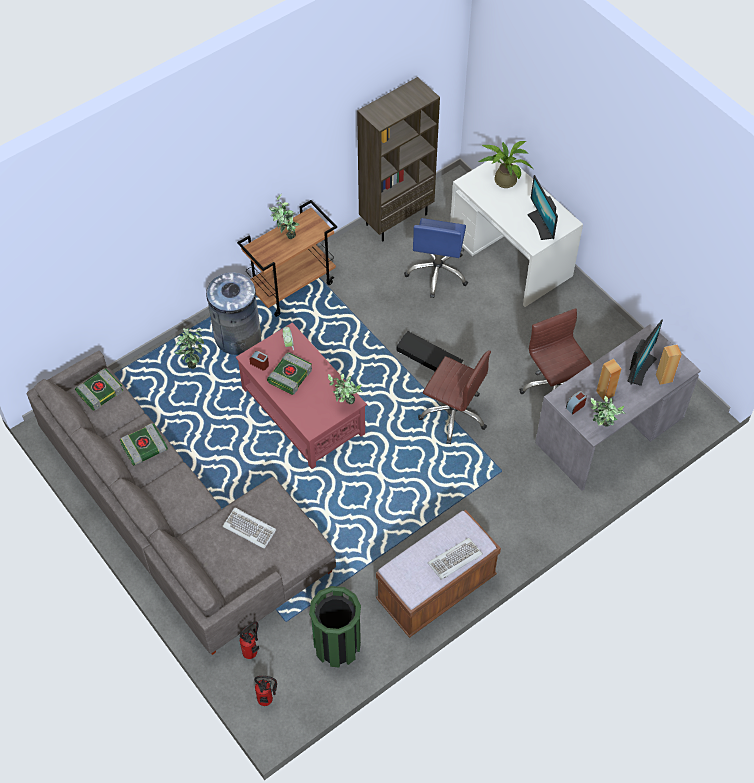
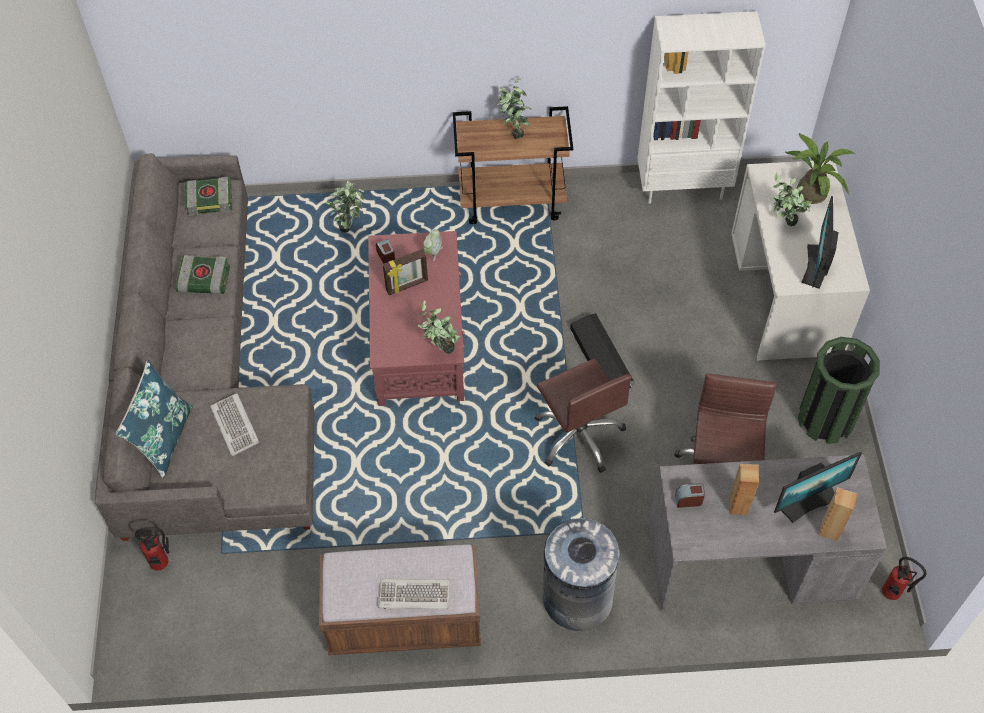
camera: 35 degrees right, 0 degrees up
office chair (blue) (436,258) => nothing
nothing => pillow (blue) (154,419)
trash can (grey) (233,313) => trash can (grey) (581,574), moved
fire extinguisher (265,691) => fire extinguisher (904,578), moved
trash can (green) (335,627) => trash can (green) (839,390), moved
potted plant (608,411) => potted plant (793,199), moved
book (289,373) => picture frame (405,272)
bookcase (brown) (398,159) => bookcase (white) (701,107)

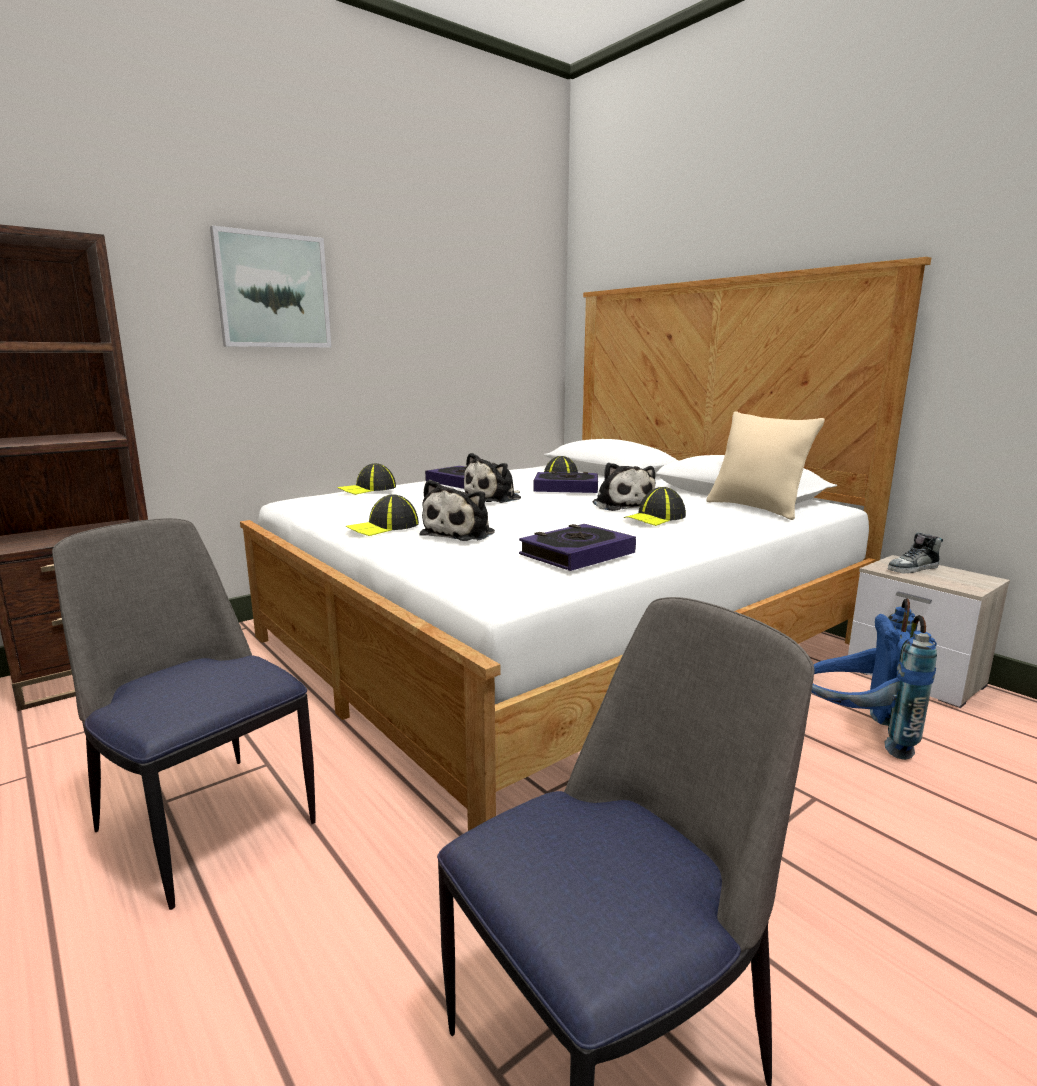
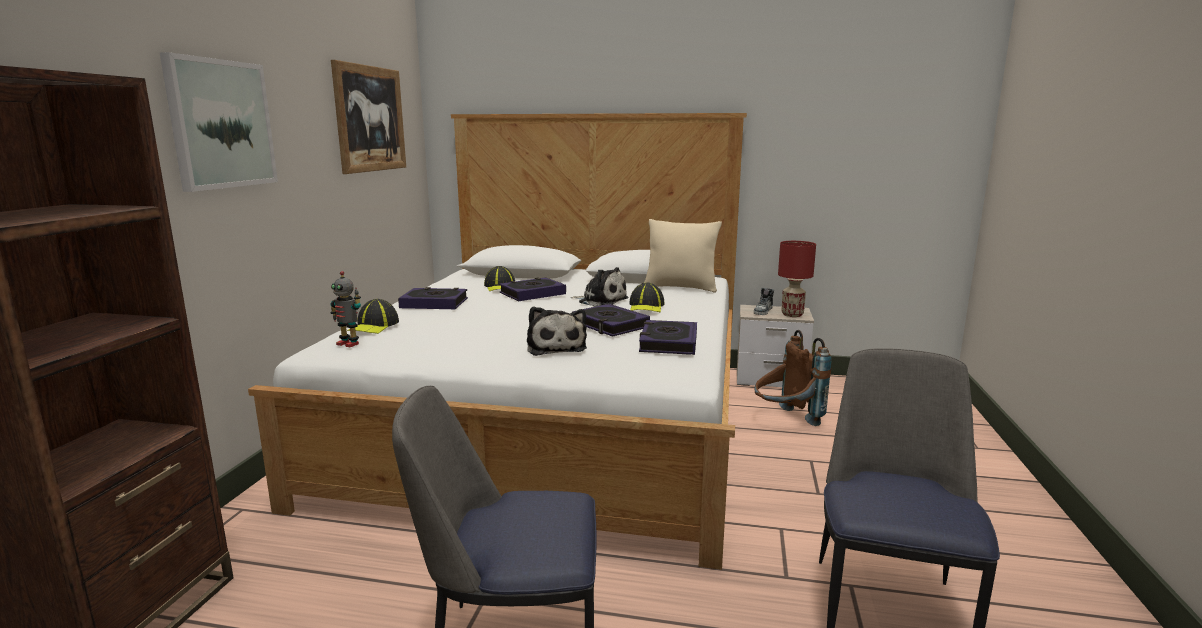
camera: 40 degrees left, 0 degrees up
cap (382,515) => nothing
plush toy (492,478) => nothing
nothing => toy robot (345,309)
nothing => picture (368,117)
nothing => book (611,320)
nothing => table lamp (red) (797,279)
backpack (blue) (874,679) => backpack (brown) (793,378)

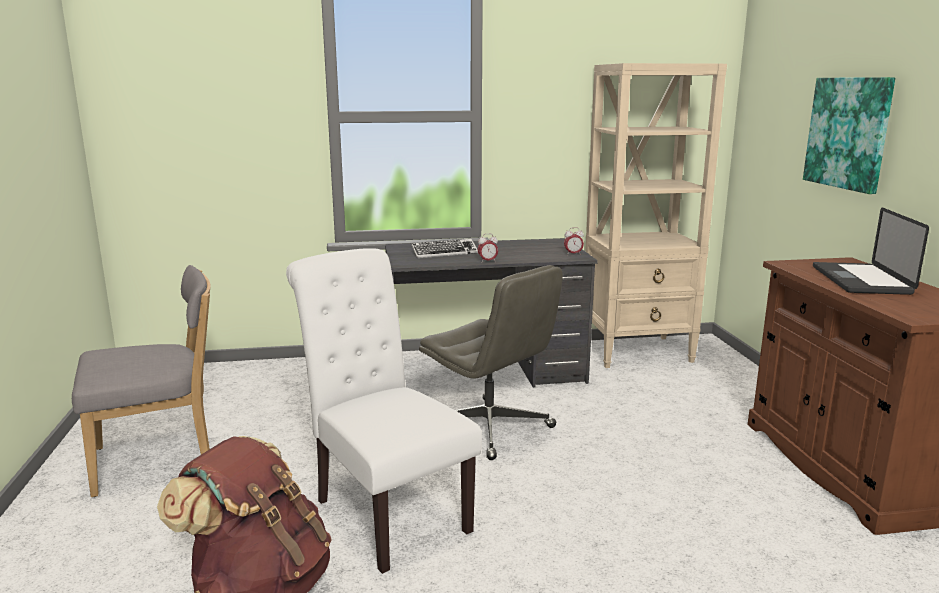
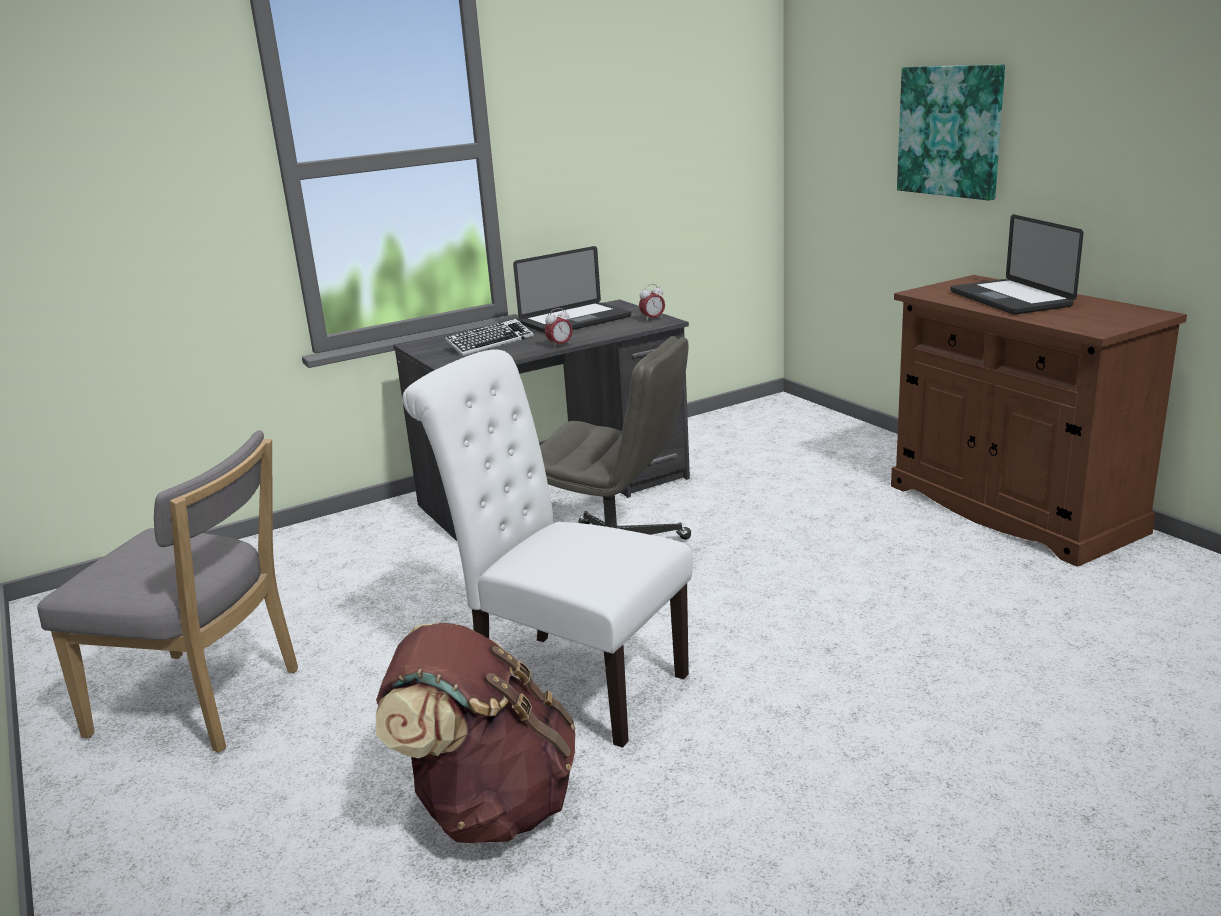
camera: 20 degrees left, 5 degrees up
bookcase (beige) (656,215) => nothing
nothing => laptop (572,289)
chair (grey) (141,381) => chair (grey) (167,591), 60 degrees clockwise

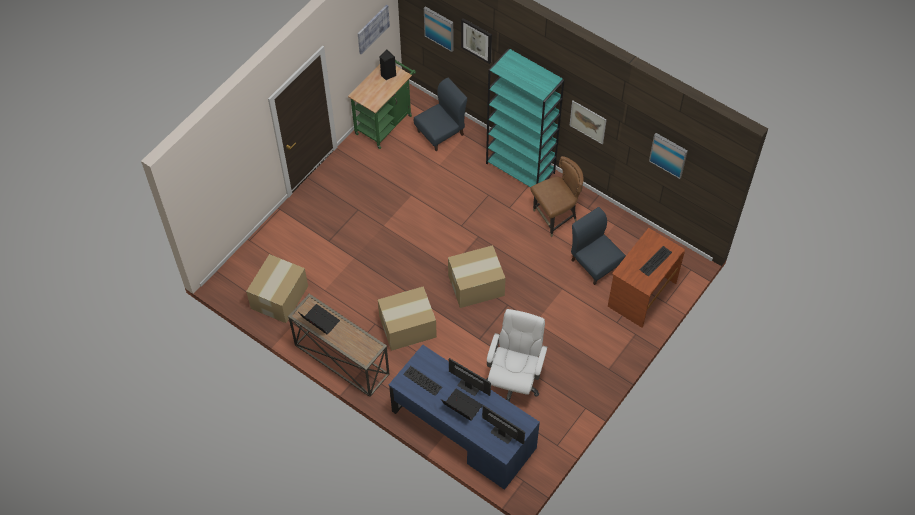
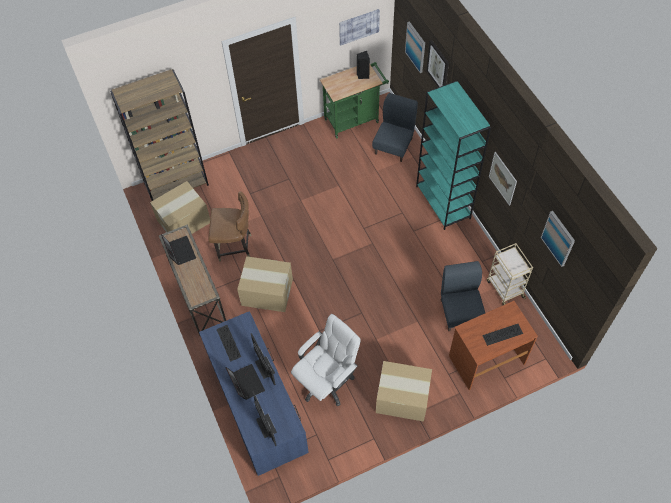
camera: 30 degrees right, 0 degrees up
nothing => bookcase (brown) (159,135)
nothing => cart (beige) (510,274)
cardboard box (477,276) => cardboard box (404,391), moved
chair (brown) (557,196) => chair (brown) (230,226), moved
chair (blue) (440,114) => chair (blue) (395,127), 60 degrees counterclockwise

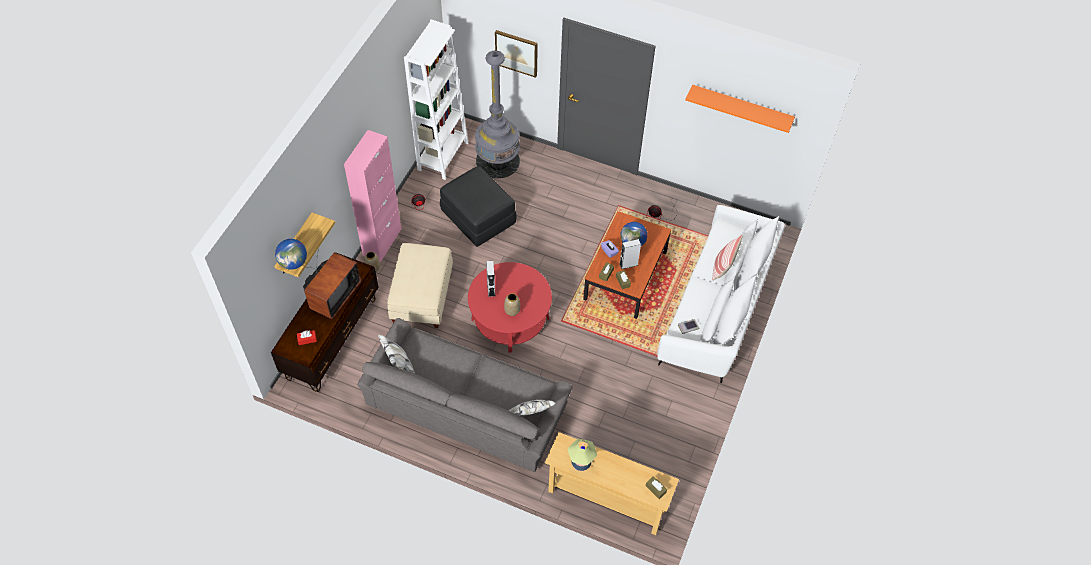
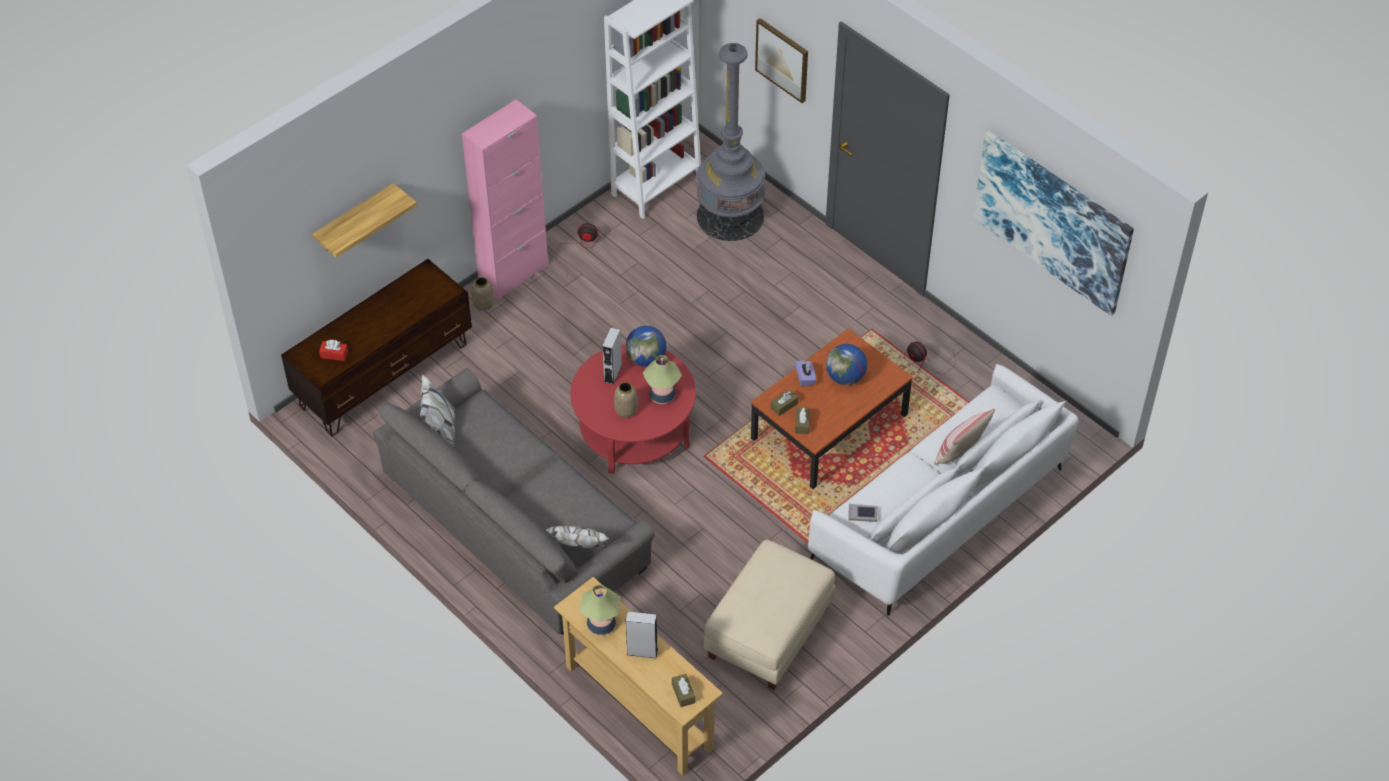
camera: 25 degrees right, 5 degrees down
television (332,284) => nothing
ottoman (black) (478,206) => nothing
nothing => table lamp (662,379)
globe (291,254) => globe (646,346), moved
ottoman (beige) (420,285) => ottoman (beige) (769,615), moved
speaker (grey) (630,254) => speaker (grey) (641,634), moved
shelf (orange) (740,109) => picture (1053,223)

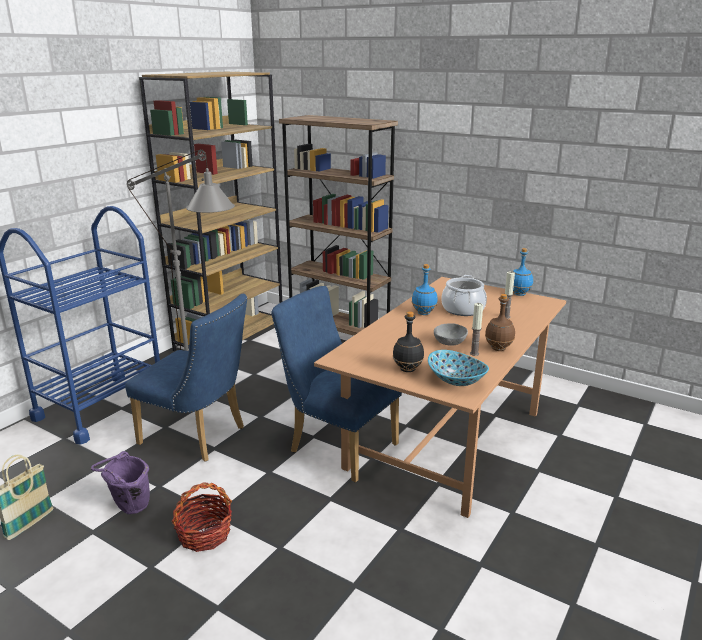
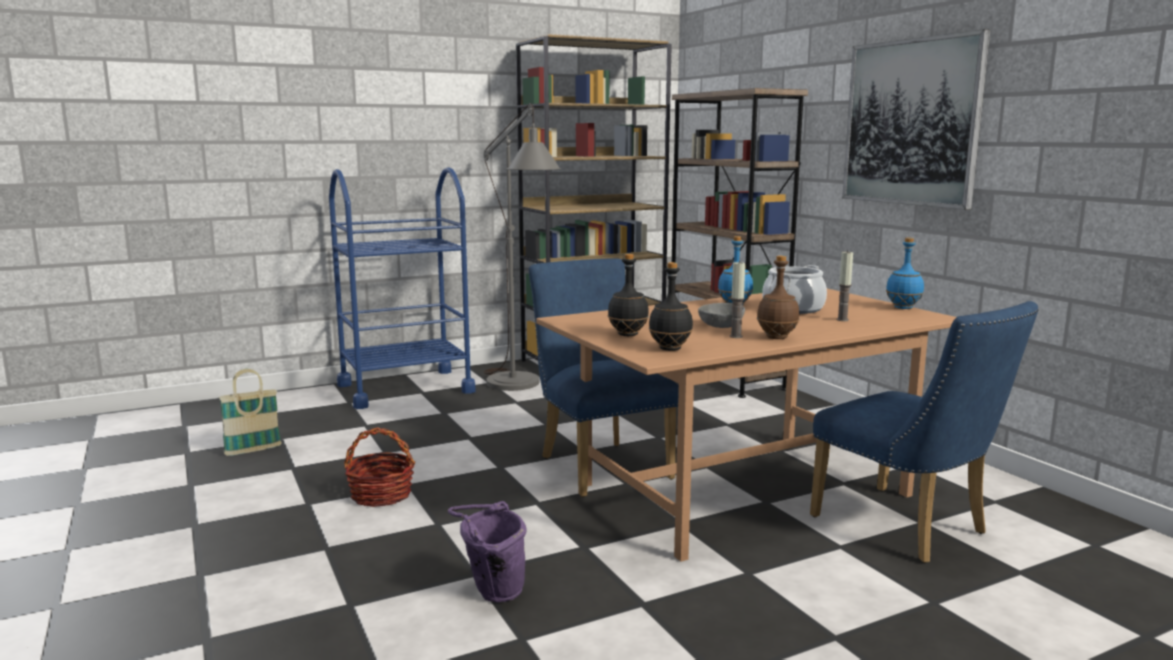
camera: 30 degrees right, 10 degrees down
nothing => picture (916,119)
bucket (purple) (120,482) => bucket (purple) (487,551), moved
chair (blue) (186,378) => chair (blue) (924,432), moved
bowl (458,368) => bottle (black) (671,306)

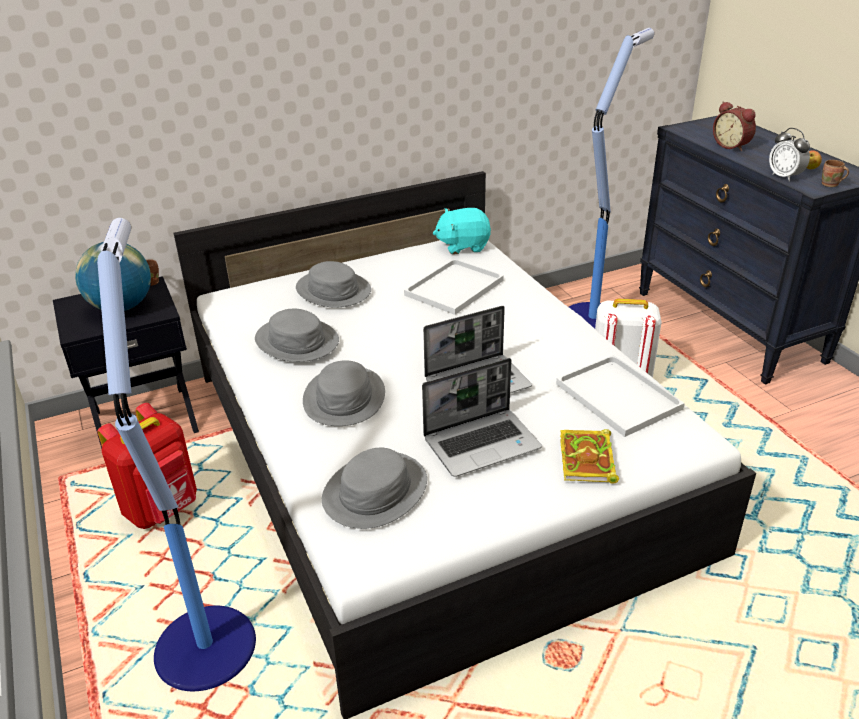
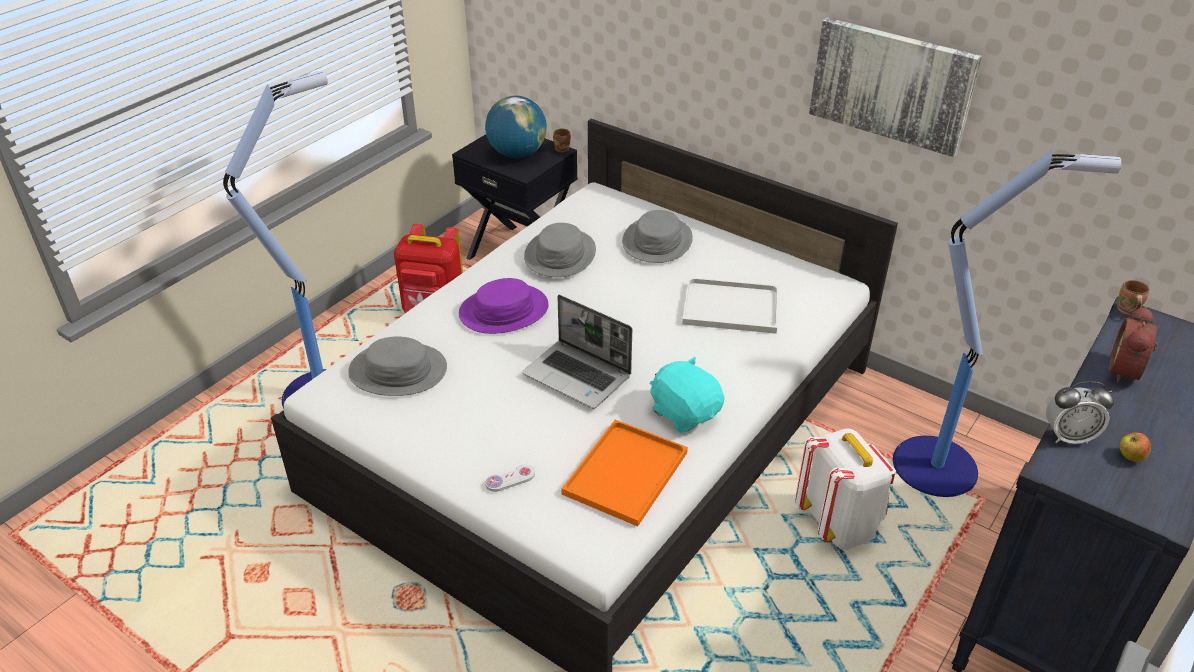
camera: 60 degrees right, 5 degrees up
laptop (482,417) => nothing
nothing => picture (895,87)
plush toy (turquoise) (462,231) => plush toy (turquoise) (686,395), moved
mug (brown) (835,173) => mug (brown) (1133,297), moved
book (589,456) => game controller (white) (510,478)
hat (grey) (344,393) => hat (purple) (504,306)
tray (white) (620,396) => tray (orange) (624,473)
alarm clock (789,154) => alarm clock (1080,412), 120 degrees counterclockwise

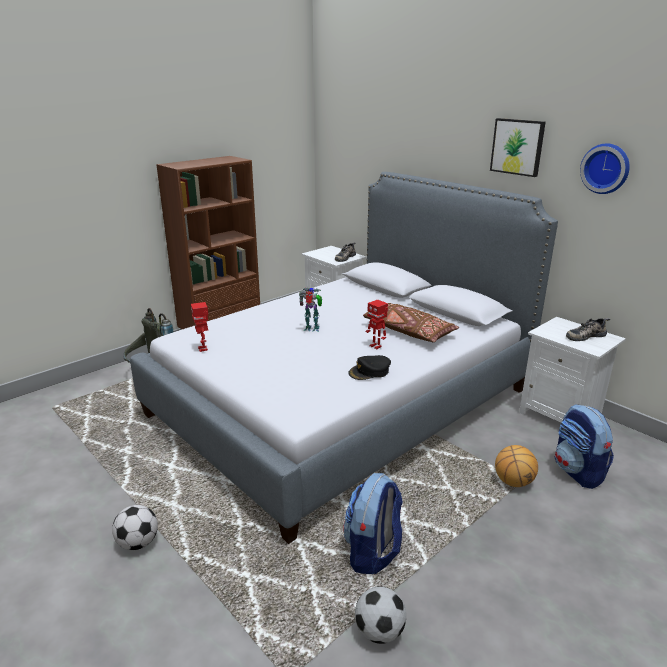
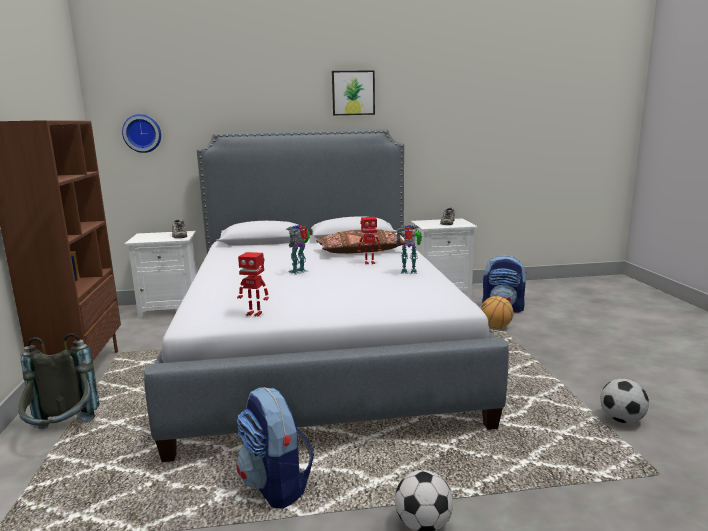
camera: 55 degrees left, 10 degrees down
backpack (373,523) => backpack (275,448), moved
wall clock (605,168) => wall clock (141,133), moved
cap (black) (370,367) => toy robot (409,249)

